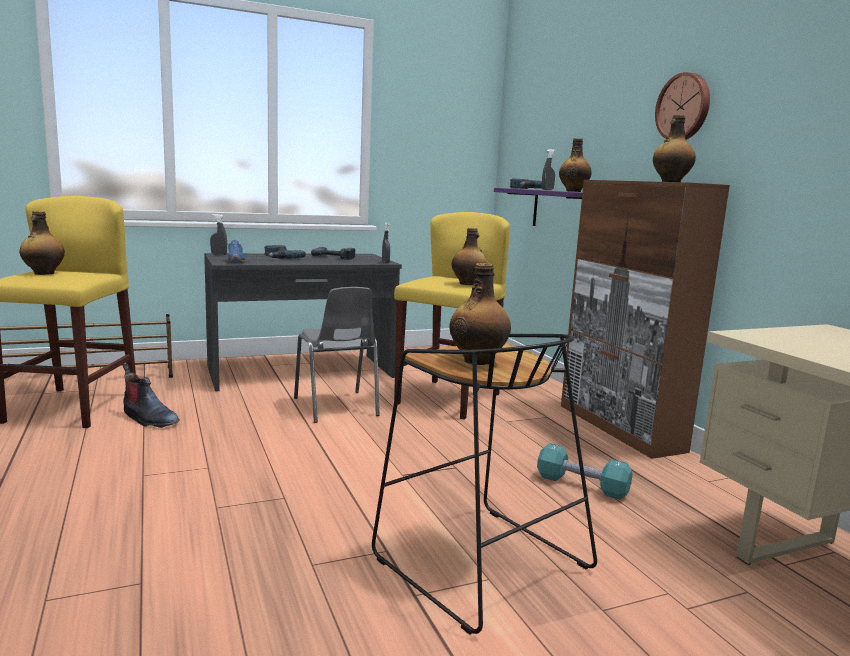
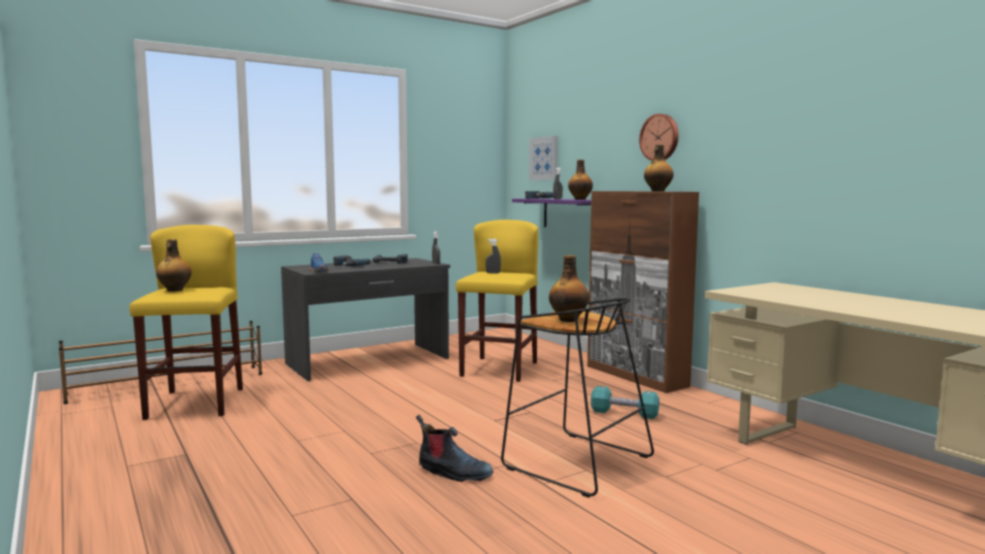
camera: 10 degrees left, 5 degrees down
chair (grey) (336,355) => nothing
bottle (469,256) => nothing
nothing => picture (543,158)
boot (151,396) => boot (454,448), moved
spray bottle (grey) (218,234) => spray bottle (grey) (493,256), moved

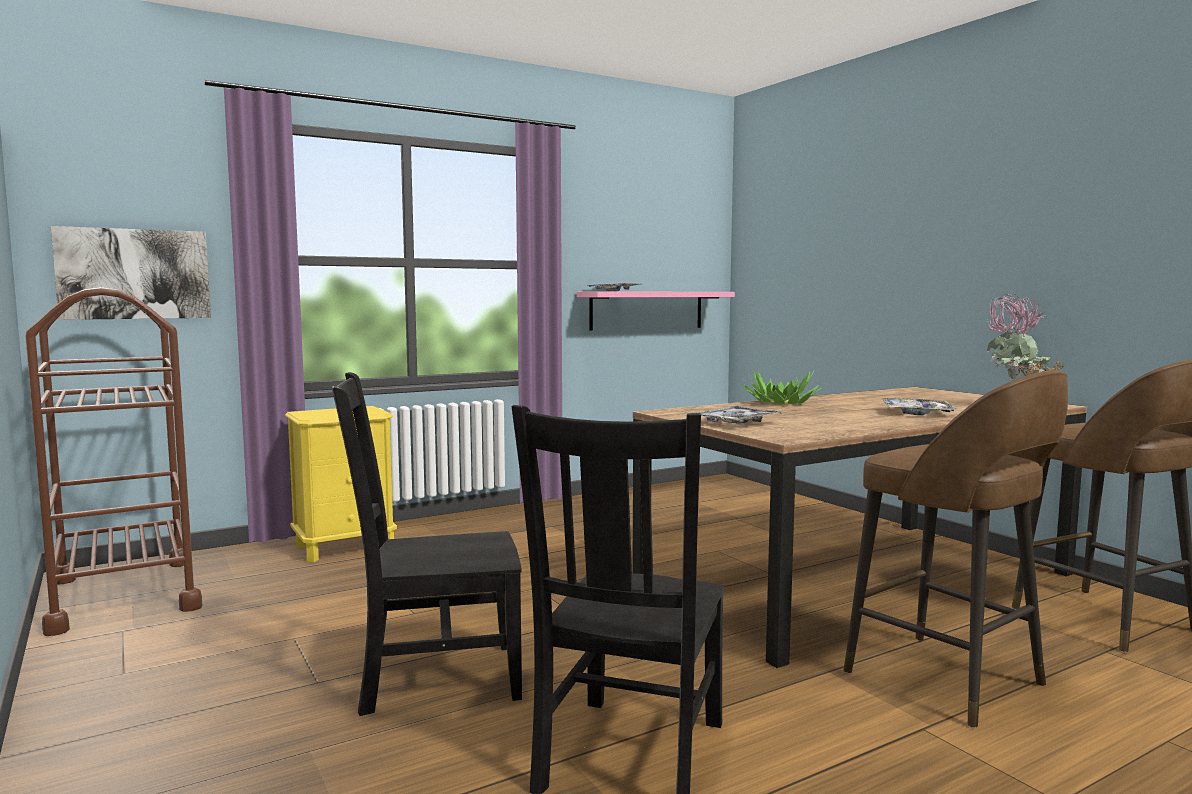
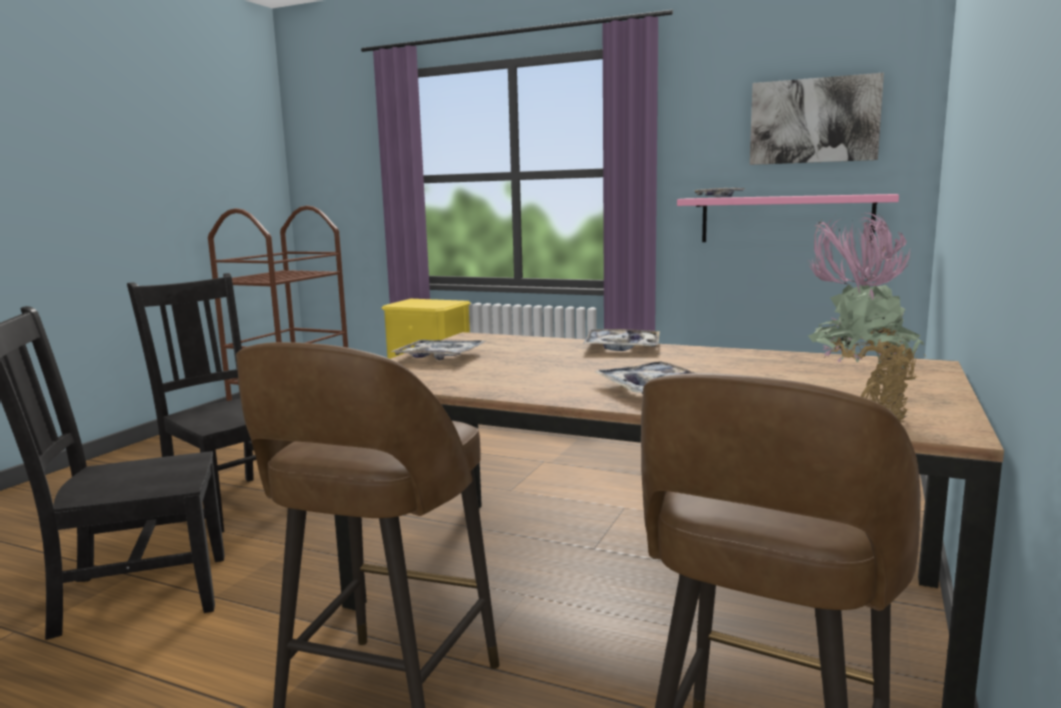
camera: 55 degrees right, 5 degrees up
picture (131,273) => picture (817,119), moved
potted plant (782,386) => tray (621,340)

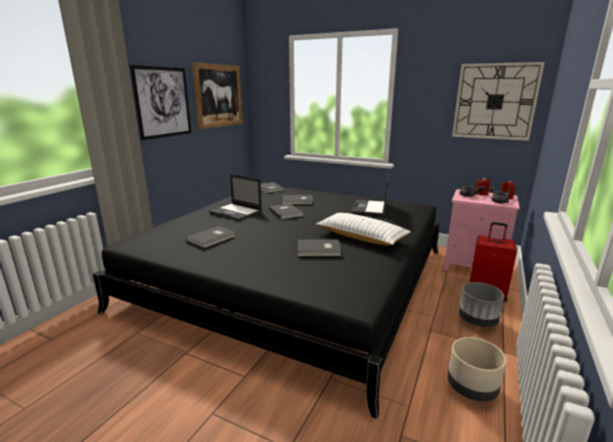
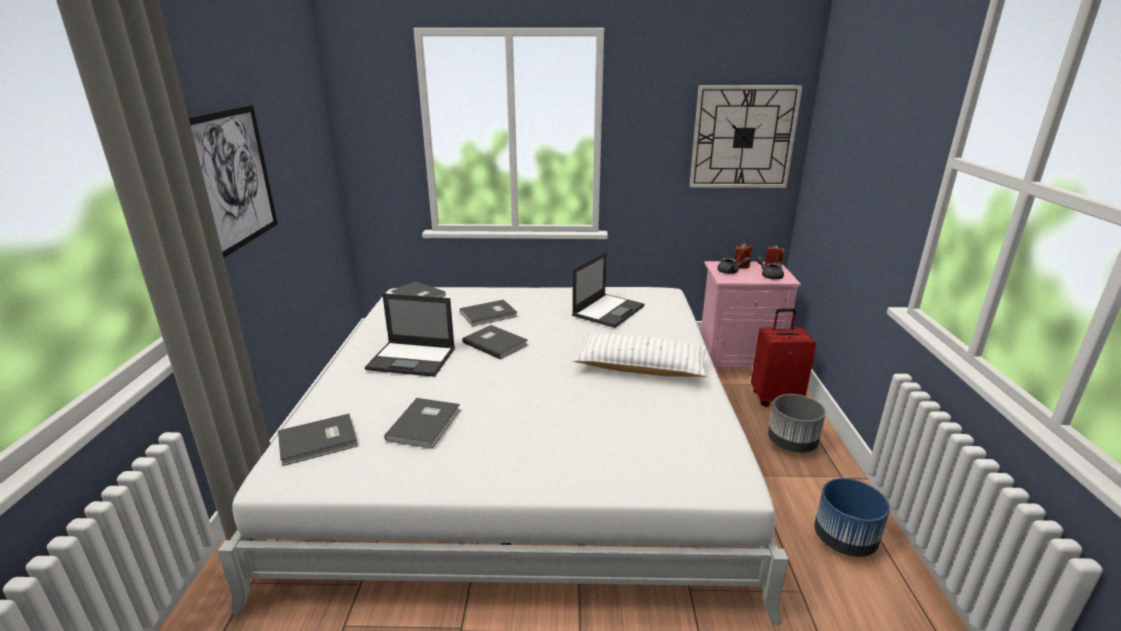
camera: 25 degrees left, 5 degrees up
picture (217,95) => nothing
book (grey) (320,247) => book (grey) (318,440), moved
bed (black) (266,303) => bed (white) (503,455)
planter (beige) (476,369) => planter (blue) (852,517)
laptop (370,194) => laptop (608,290), 135 degrees counterclockwise

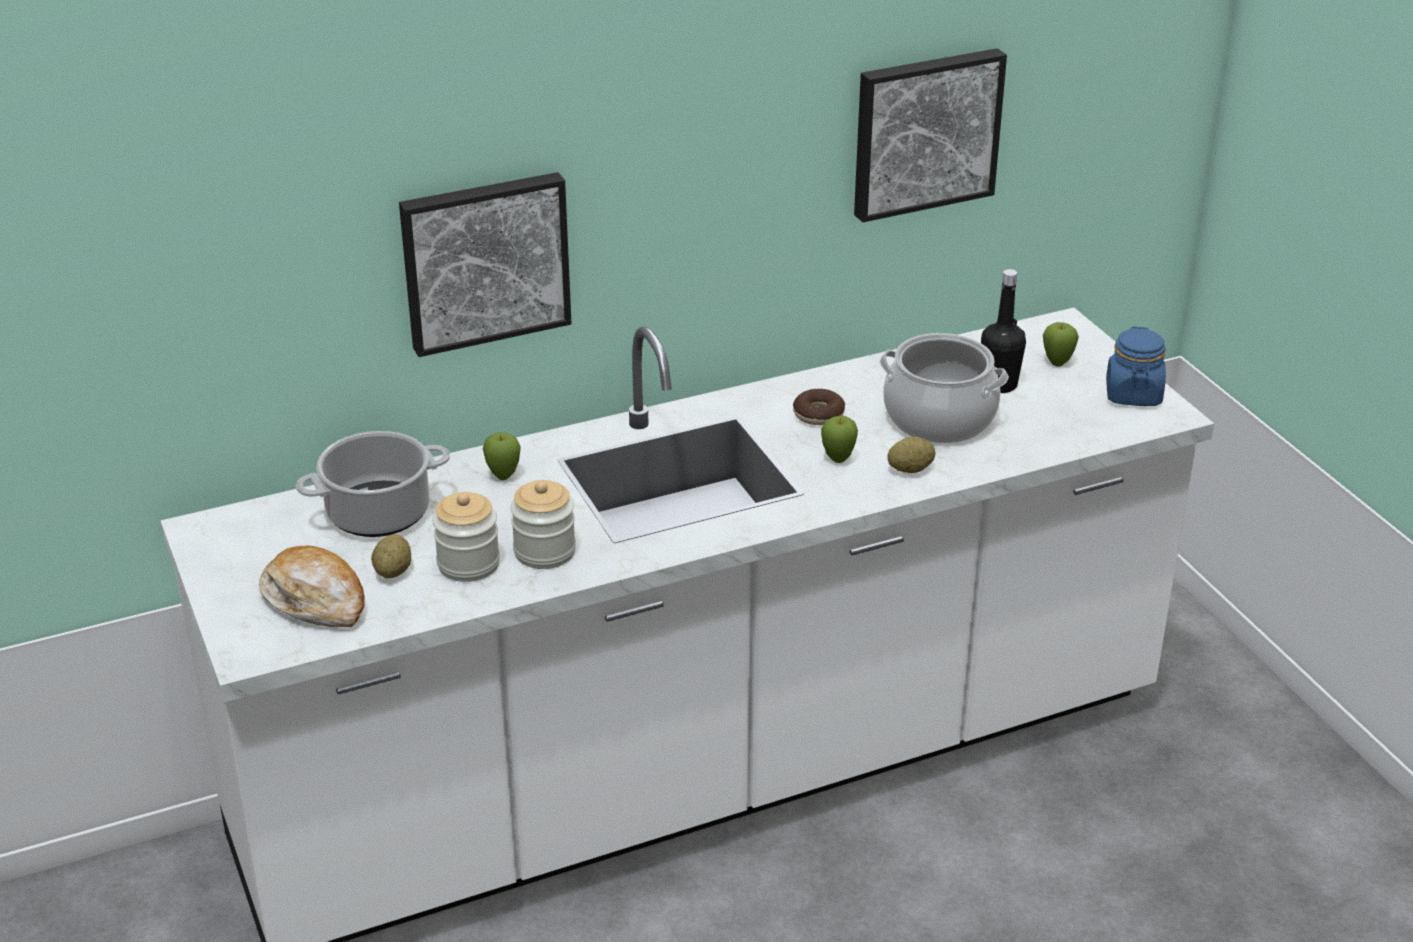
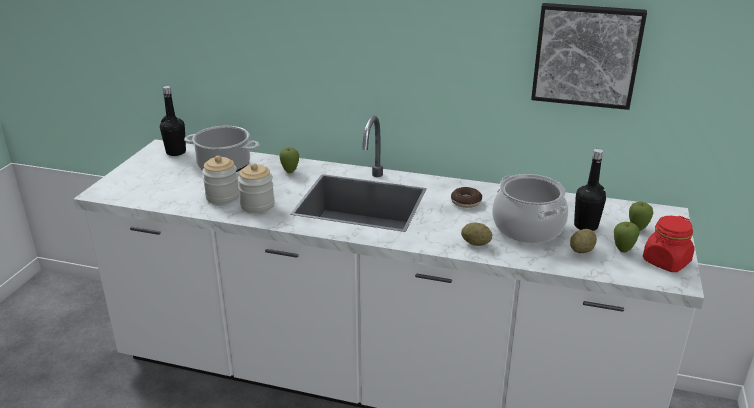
camera: 40 degrees right, 5 degrees down
bread (312,586) => nothing
picture (485,264) => nothing
nothing => bottle (black) (173,121)
potato (391,556) => potato (583,241), moved
apple (839,439) => apple (627,237), moved
jar (blue) (1136,366) => jar (red) (669,244)

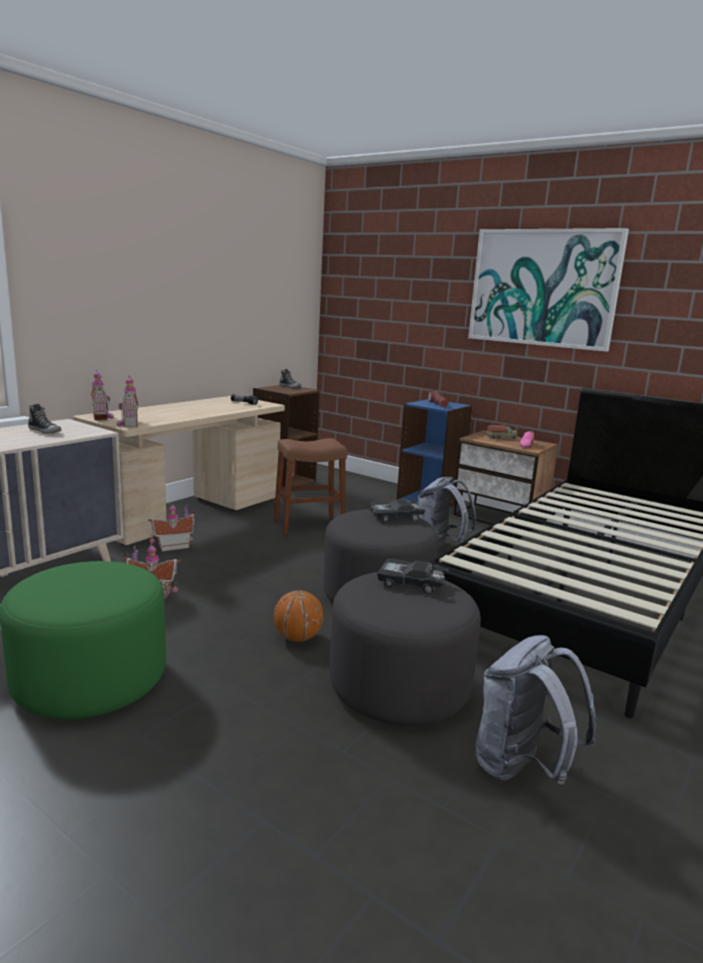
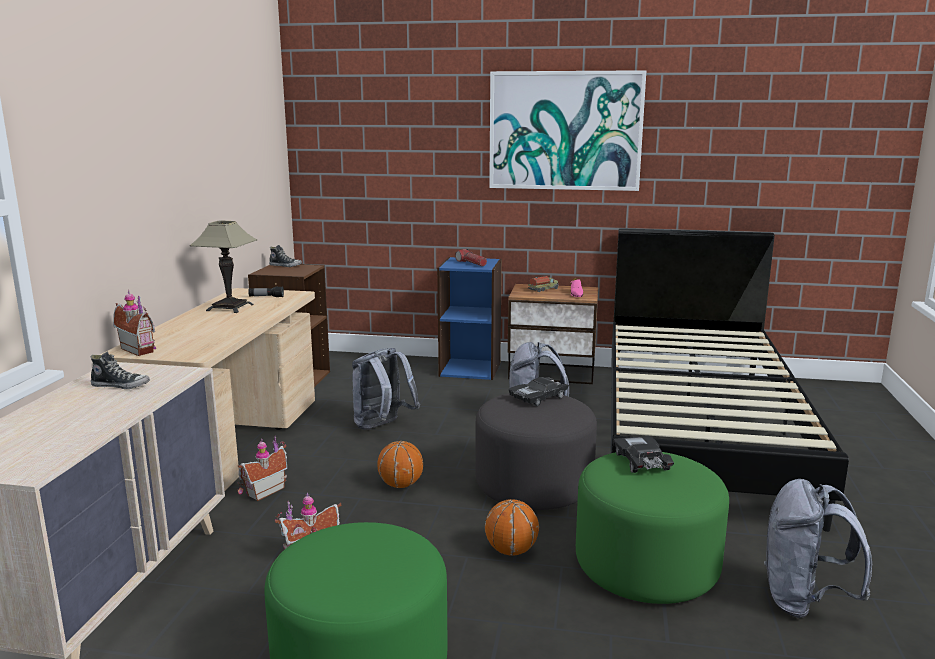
camera: 25 degrees left, 0 degrees up
toy house (128,401) => nothing
nothing => table lamp (223,267)
nothing => basketball (400,464)
stool (brown) (310,487) => backpack (grey) (386,388)
ottoman (grey) (405,649) => ottoman (green) (652,528)
toy car (black) (413,576) => toy car (black) (644,454), 90 degrees clockwise

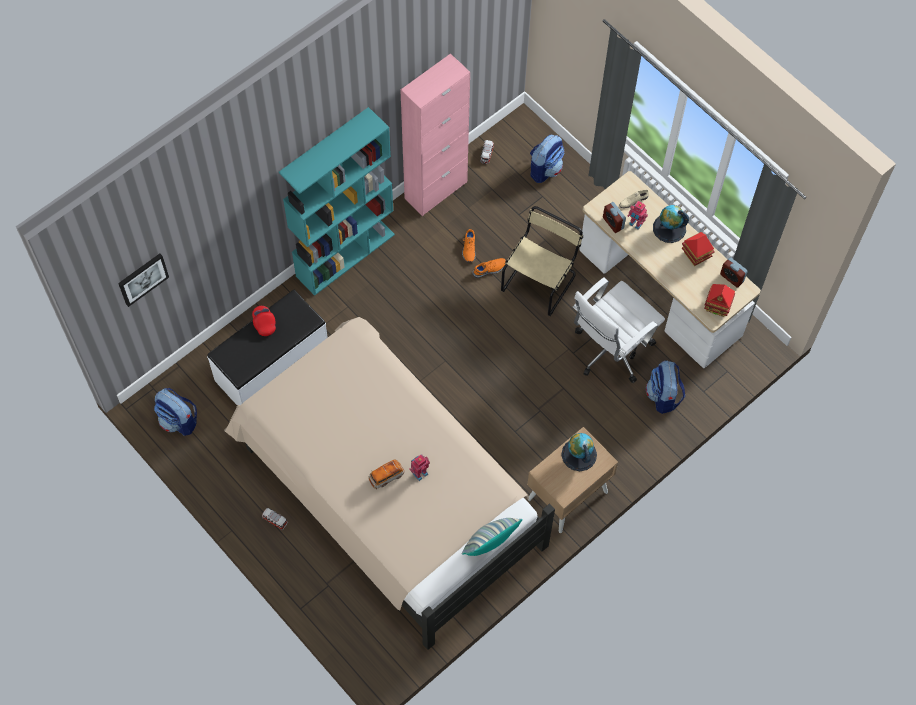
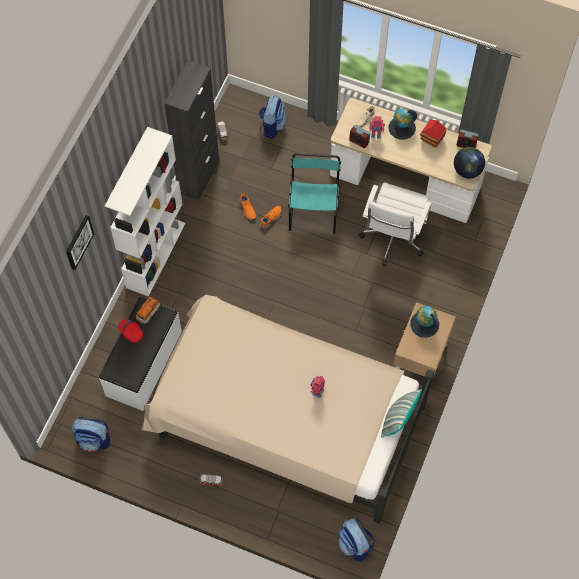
camera: 25 degrees left, 0 degrees up
picture (143,280) => picture (80,242), moved
toy car (386,474) => toy car (148,310), moved
backpack (665,387) => backpack (356,540), moved
toy house (719,300) => globe (469,162)
bookcase (turquoise) (337,201) => bookcase (white) (145,212)
cabinet (pink) (435,135) => cabinet (black) (191,130)
chair (beige) (542,261) => chair (turquoise) (314,193)

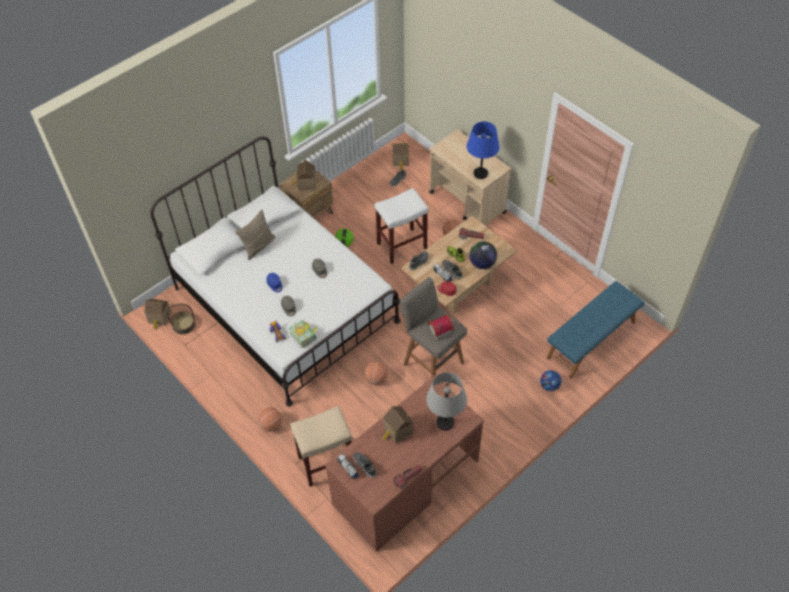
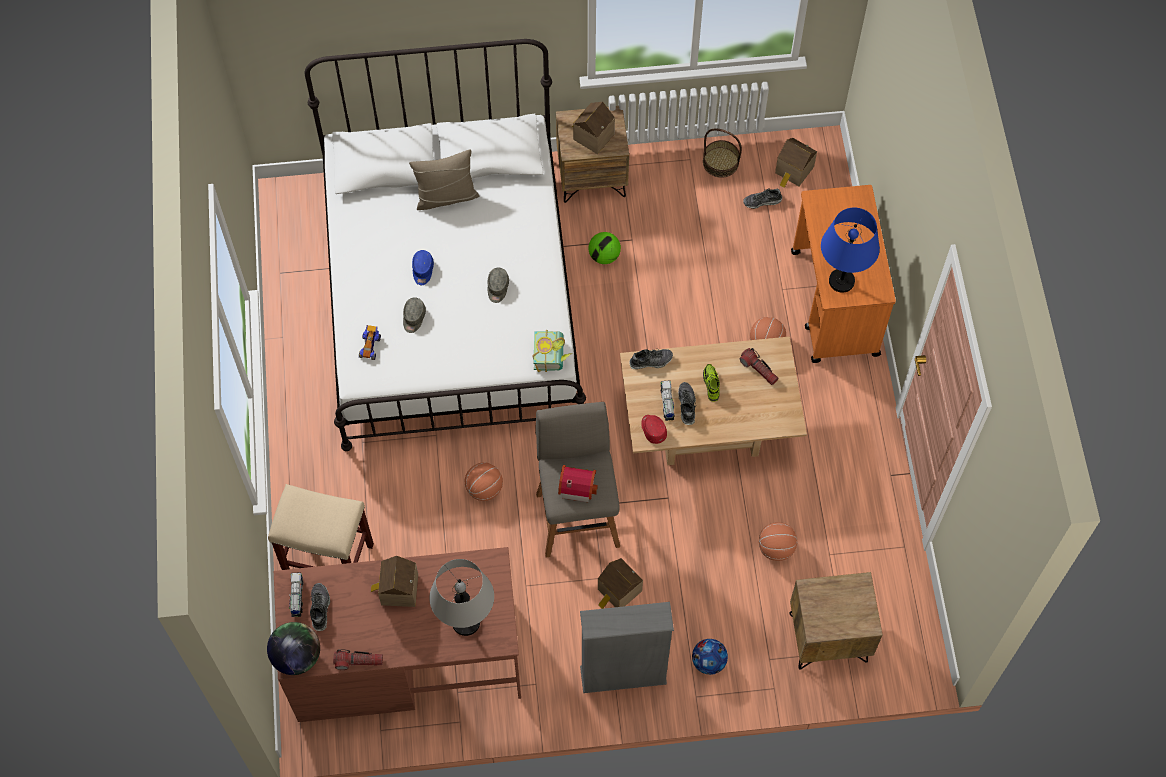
camera: 35 degrees right, 10 degrees up
stool (white) (401,226) => nothing
nothing => bookcase (grey) (627,647)
toy house (158,314) => toy house (620,583), moved
basket (181,319) => basket (722,153), moved
basketball (270,419) => basketball (778,541), moved
book (303,334) => book (551,351), moved
globe (483,255) => globe (293,648), moved
bench (blue) (596,330) => nightstand (brown) (836,620)
cart (beige) (470,177) => cart (orange) (843,274)

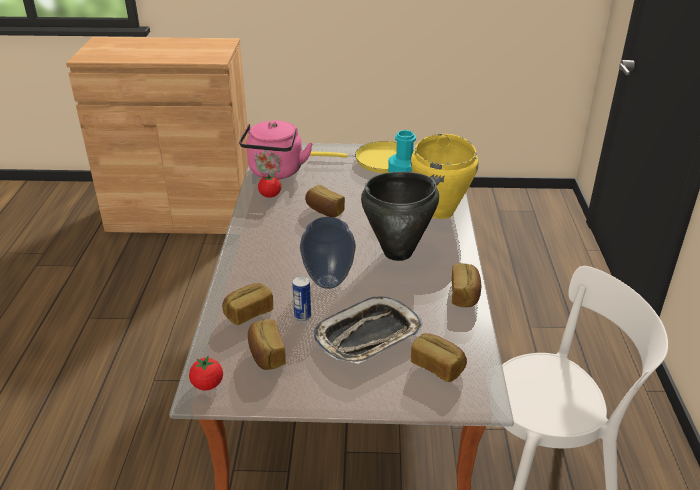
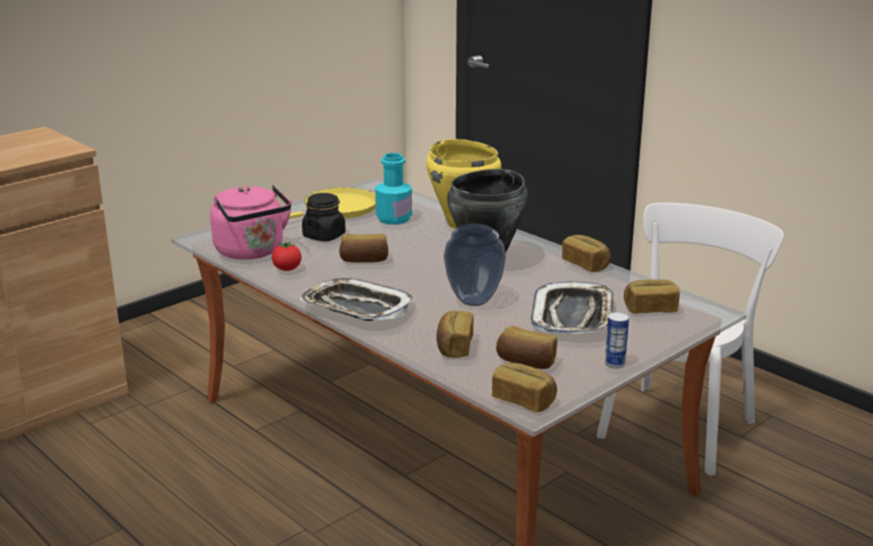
camera: 45 degrees left, 10 degrees down
nothing => tray (356,299)
nothing => jar (black) (324,217)
can (301,298) => can (617,340), moved
tomato (206,373) => bread (524,387)

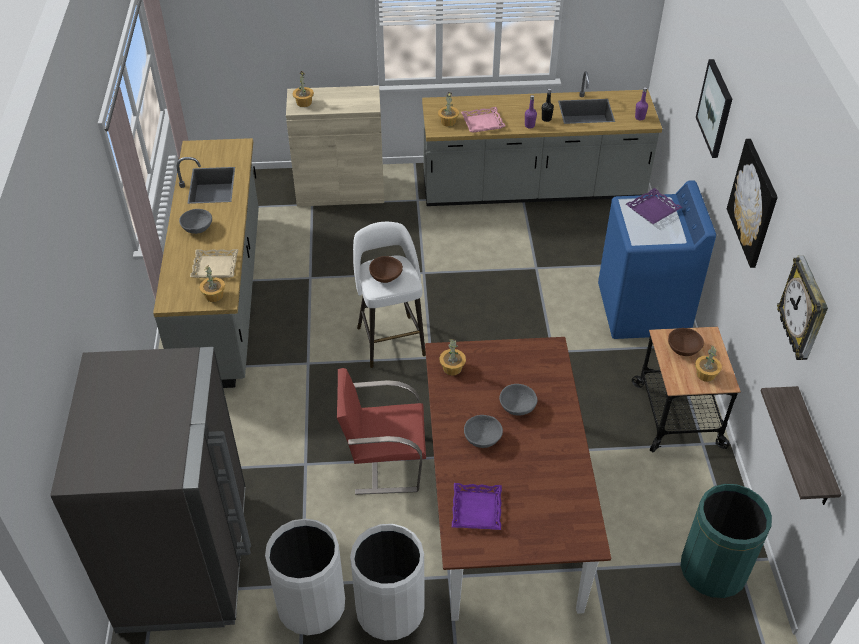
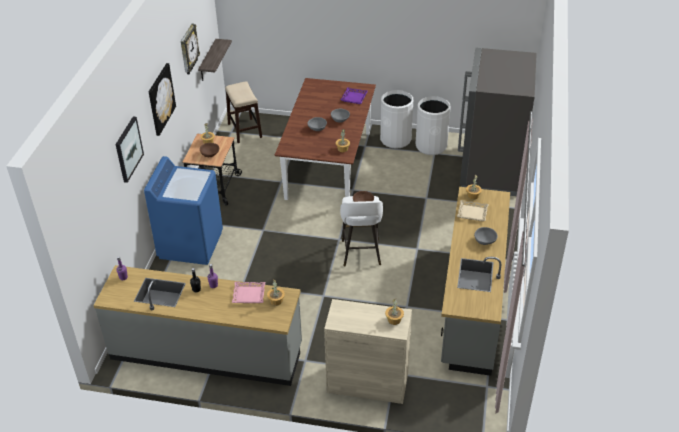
camera: 165 degrees left, 5 degrees down
chair (red) (381,431) => nothing
tray (purple) (654,206) => nothing
trash can (green) (726,541) => stool (243,112)

